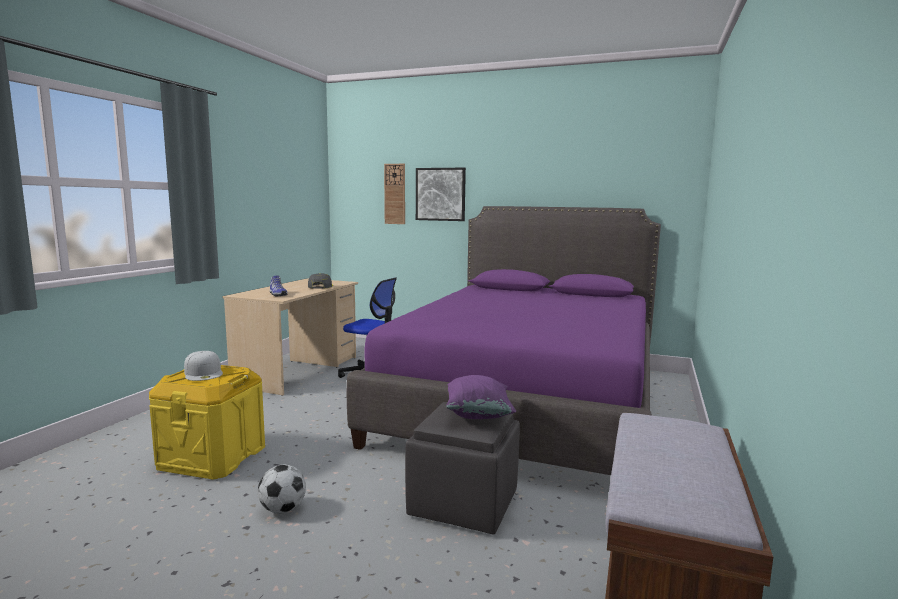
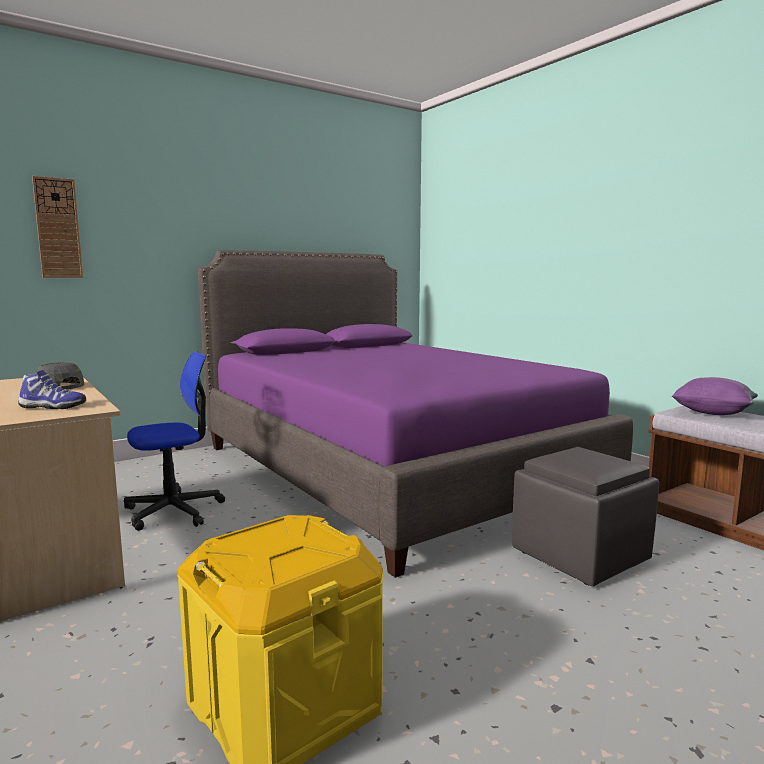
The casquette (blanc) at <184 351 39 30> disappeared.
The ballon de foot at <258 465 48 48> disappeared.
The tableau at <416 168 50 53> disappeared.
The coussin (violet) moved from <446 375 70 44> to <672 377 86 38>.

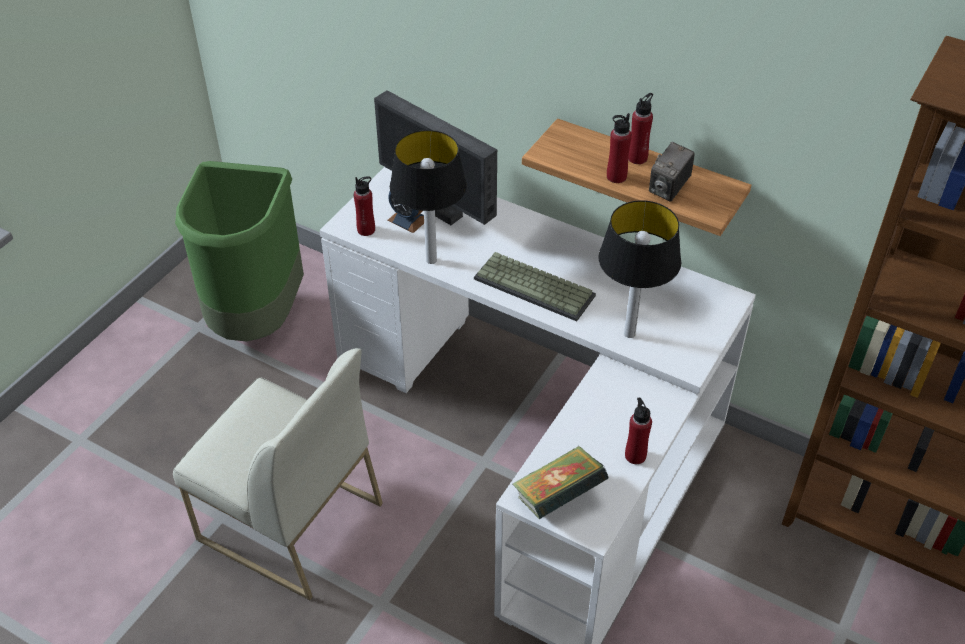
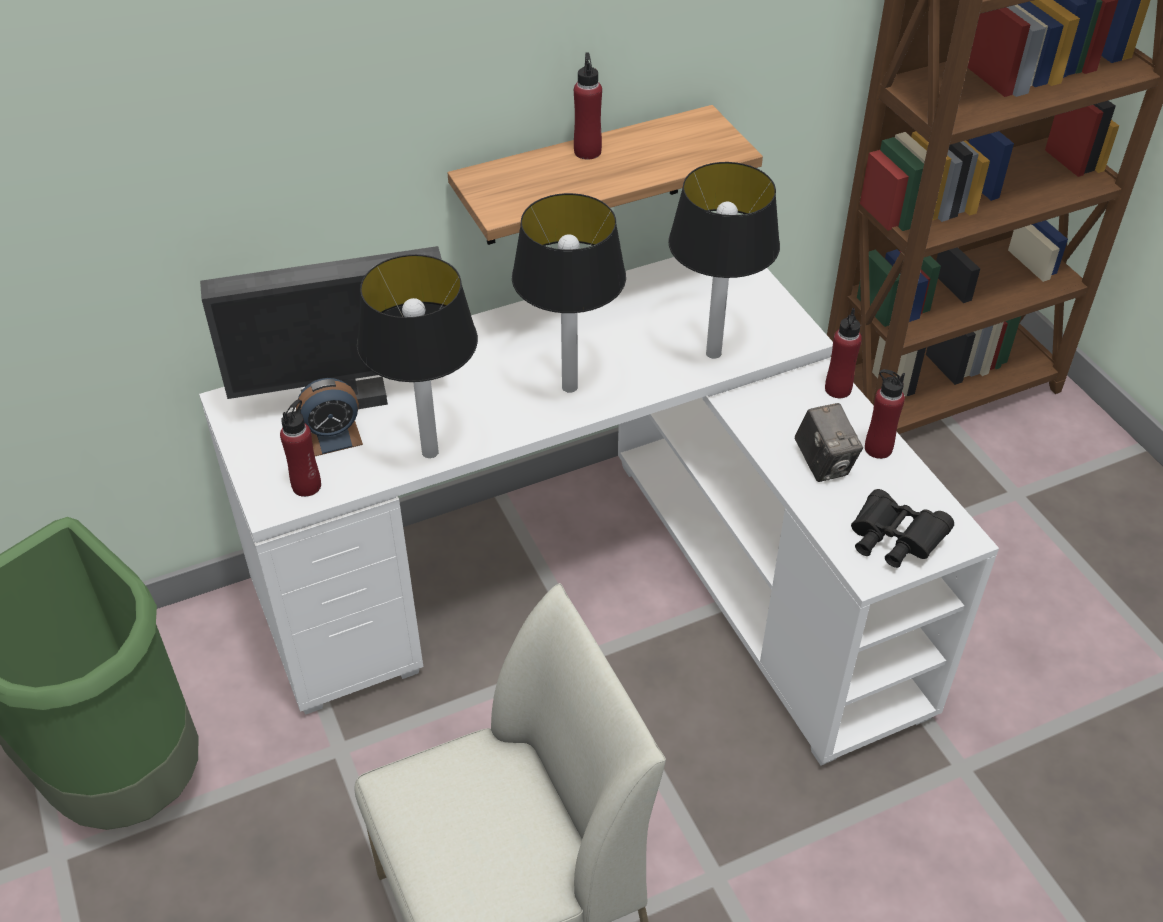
The clavier at <474 252 122 69> was replaced by the lampe de table at <512 193 114 200>.
The livre at <513 446 96 73> was replaced by the jumelles (noir) at <851 489 103 79>.
The bouteille (rouge) moved from <607 113 25 70> to <825 308 37 90>.
The appareil photo moved from <649 142 46 60> to <794 403 69 79>.

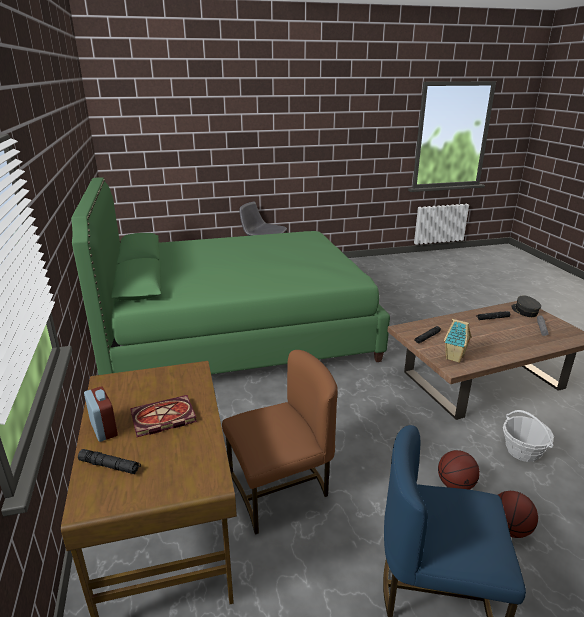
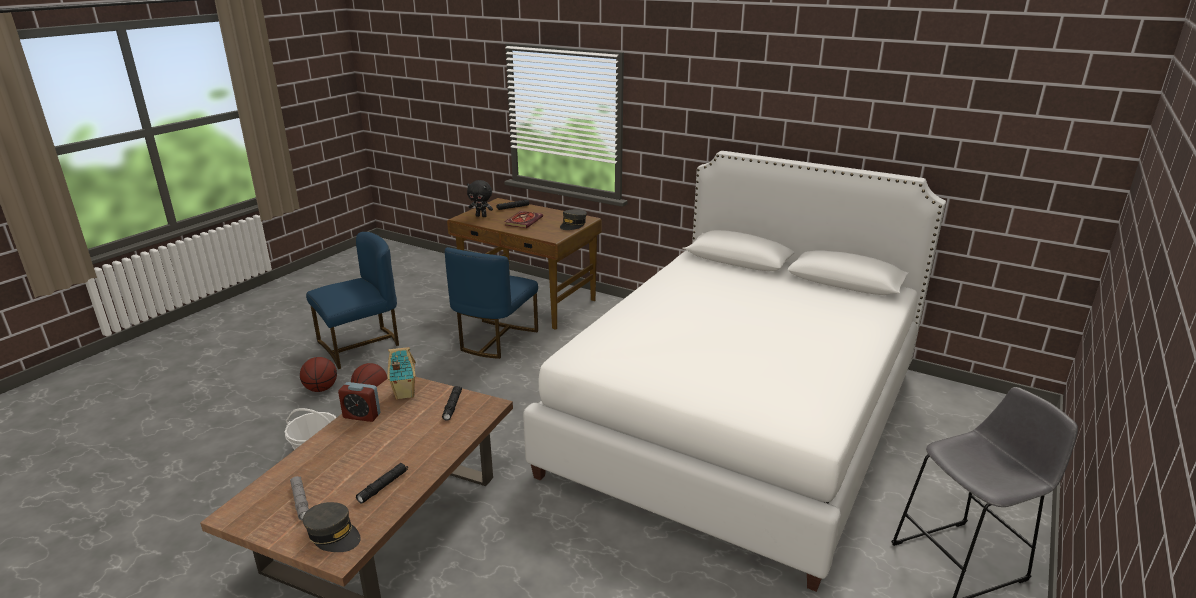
The lit (vert) at <71 177 319 198> became the lit (blanc) at <523 151 423 441>.
The réveil moved from <84 386 34 56> to <338 382 42 40>.
The chaise (marron) at <222 350 115 185> became the chaise (bleu) at <445 247 93 112>.
The peluche (noir) at <467 180 26 37> appeared.
The casquette (gris) at <560 209 27 21> appeared.

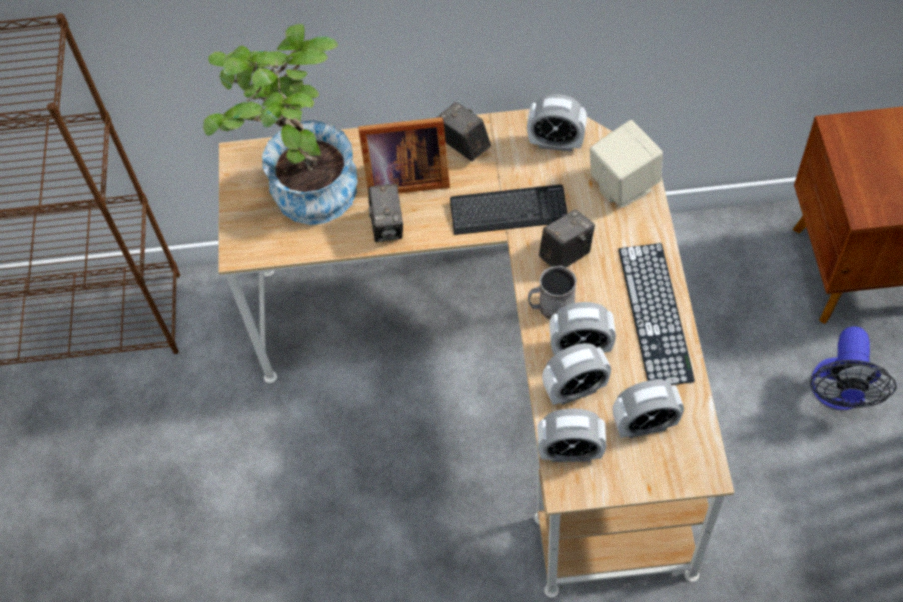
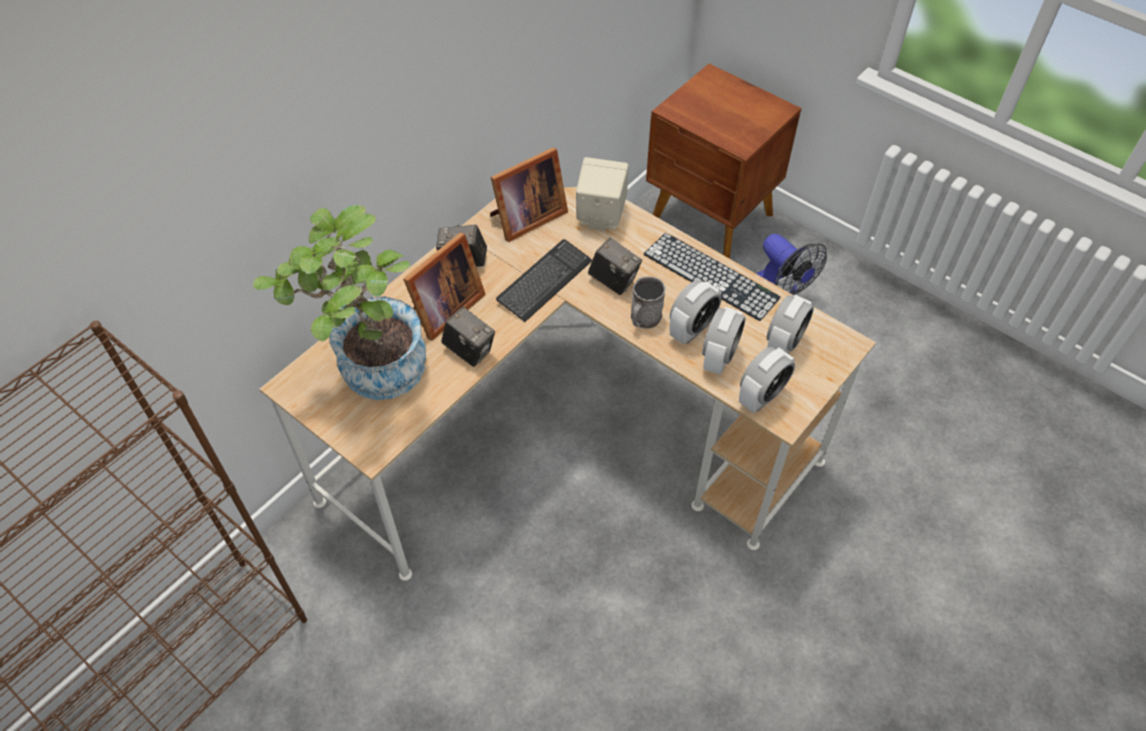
The réveil at <527 94 60 58> was replaced by the cadre photo at <490 147 78 95>.
The appareil photo at <539 209 56 58> turned 120 degrees clockwise.

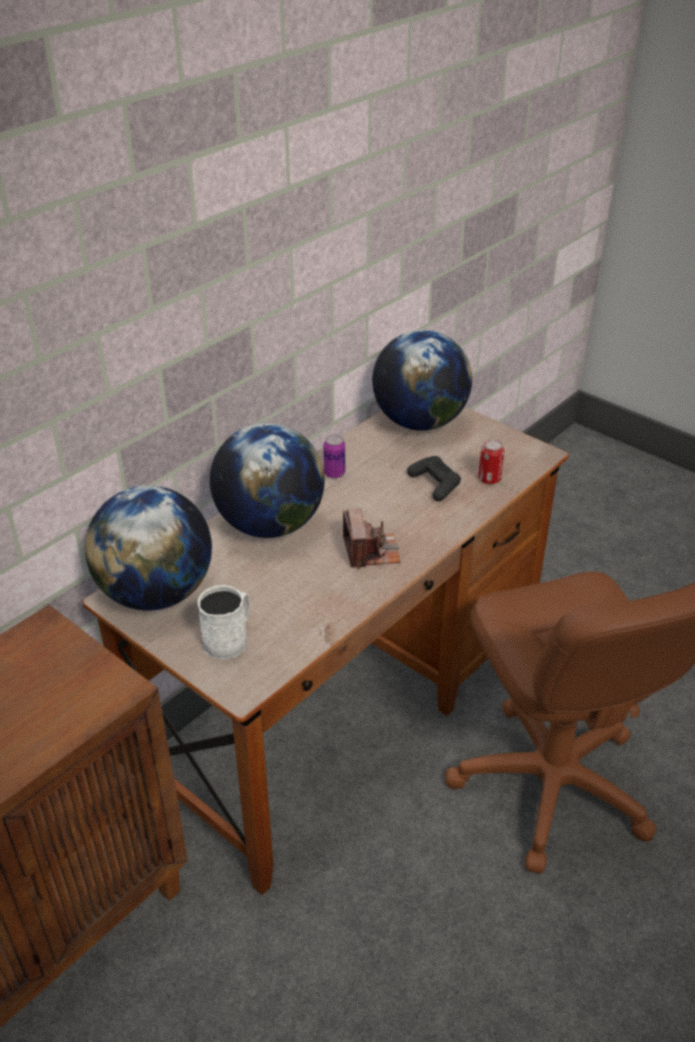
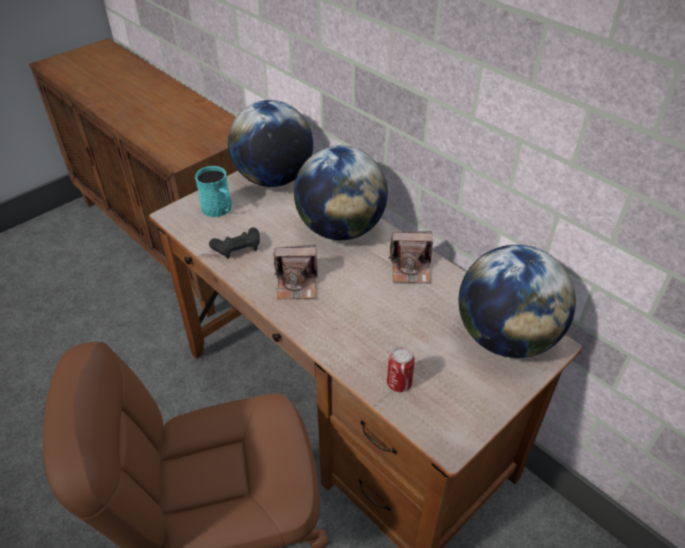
The mug (blanc) at <197 585 53 74> became the mug (turquoise) at <195 166 37 51>.
The boîte métallique at <323 435 22 43> was replaced by the appareil photo at <389 231 44 52>.
The manette (noir) moved from <407 456 54 45> to <209 228 51 31>.

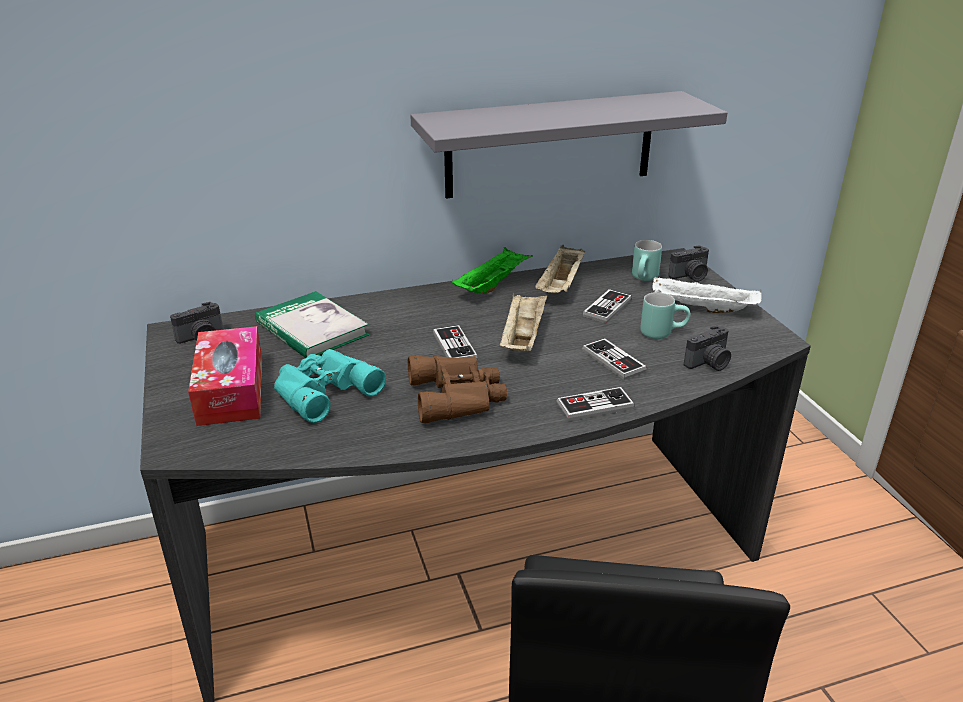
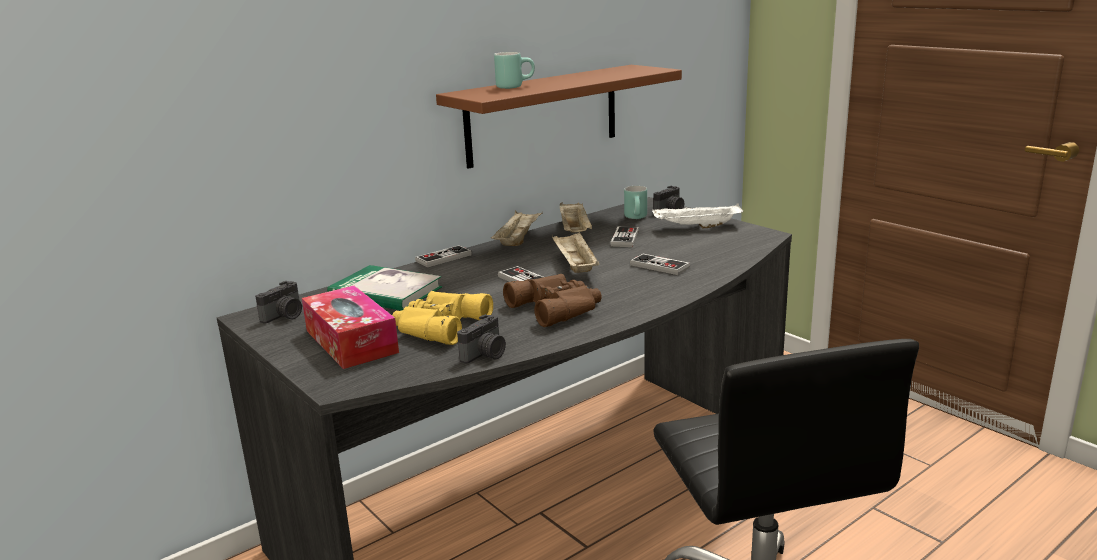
The jumelles (turquoise) at <274 349 112 74> became the jumelles (jaune) at <392 291 101 54>.
The étagère (gris) at <410 91 317 108> became the étagère (marron) at <436 65 246 104>.
The plateau (vert) at <452 247 81 47> became the plateau (beige) at <491 210 52 36>.
The manette moved from <556 387 78 34> to <415 245 57 22>.
The mug (turquoise) moved from <640 292 50 47> to <494 52 41 37>.
The appareil photo moved from <684 325 47 46> to <457 314 49 50>.

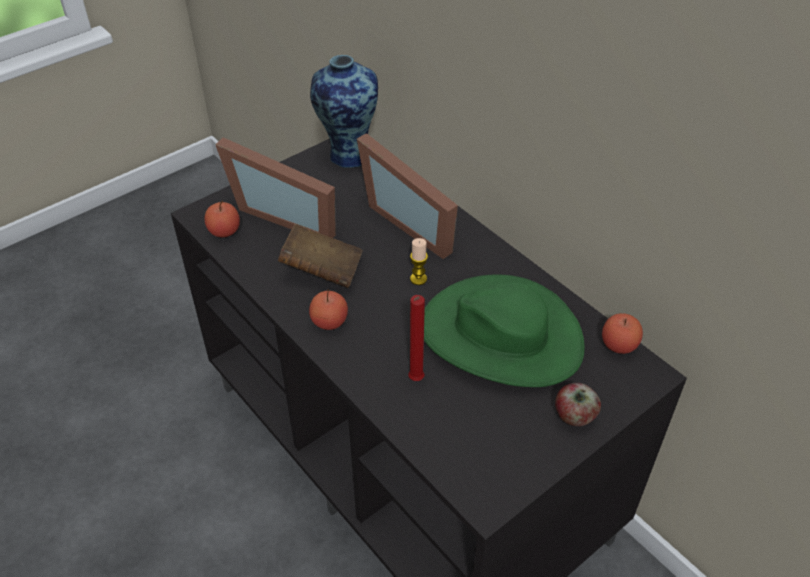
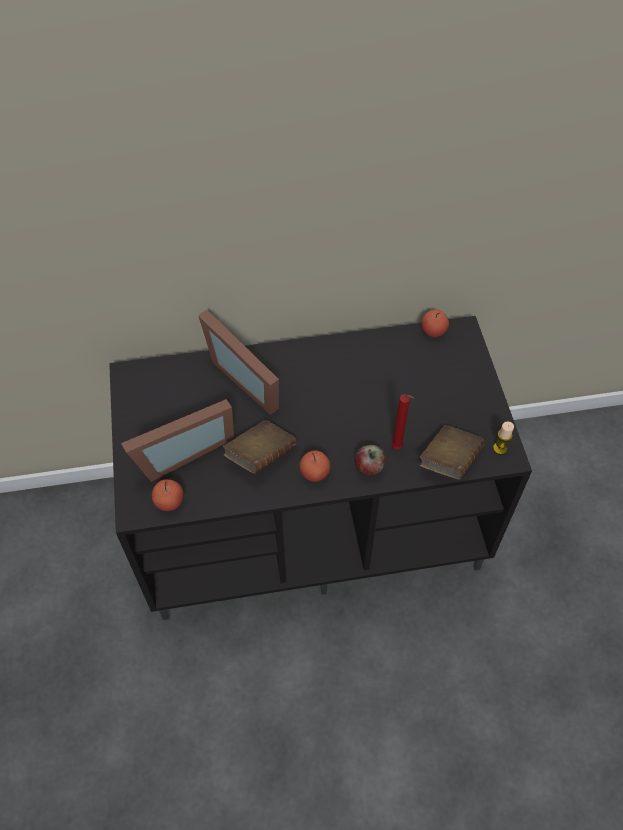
The vase at <310 55 68 113> disappeared.
The cadre photo at <357 133 101 126> turned 60 degrees clockwise.
The bougie moved from <410 238 18 47> to <493 422 21 33>.
The chapeau (vert) at <424 274 161 113> disappeared.
The pomme moved from <555 383 46 43> to <355 445 31 31>.
The livre (marron) at <420 425 65 54> appeared.

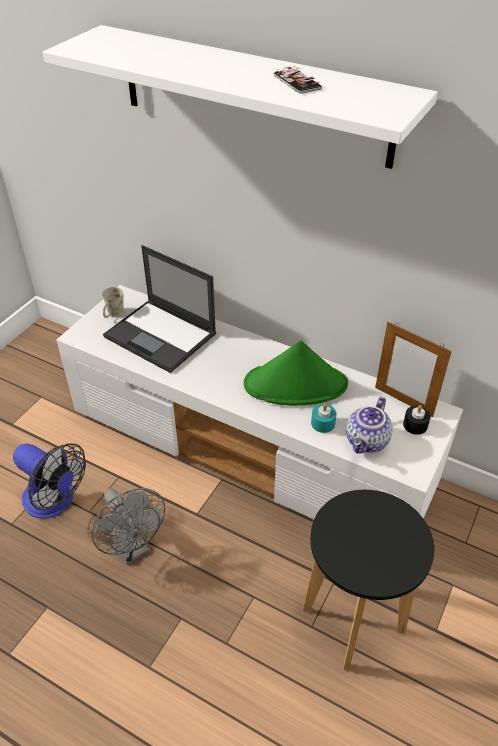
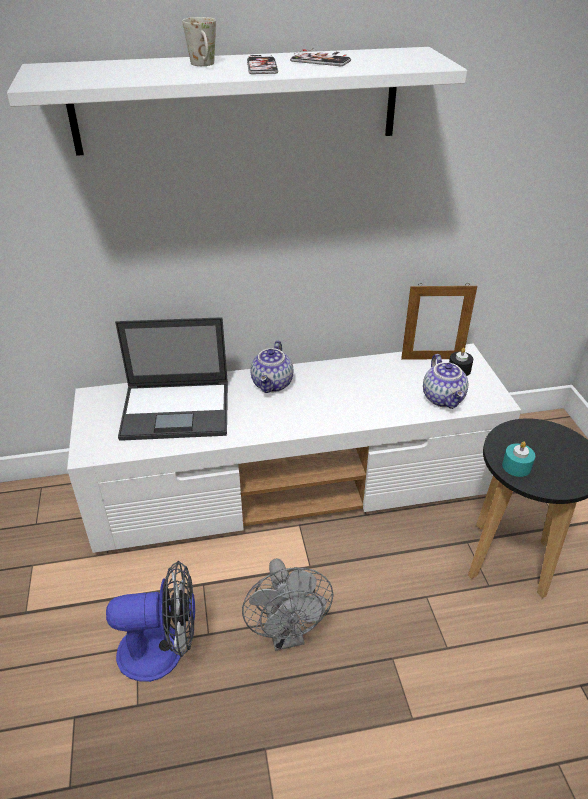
The ventilateur (gris) at <91 488 74 76> turned 60 degrees clockwise.
The mug (blanc) moved from <102 287 21 31> to <182 17 34 49>.
The chapeau (vert) at <244 340 104 66> disappeared.
The bougie (turquoise) moved from <311 403 26 30> to <502 441 33 36>.
The téléphone at <247 55 31 19> appeared.
The théière at <250 340 43 53> appeared.

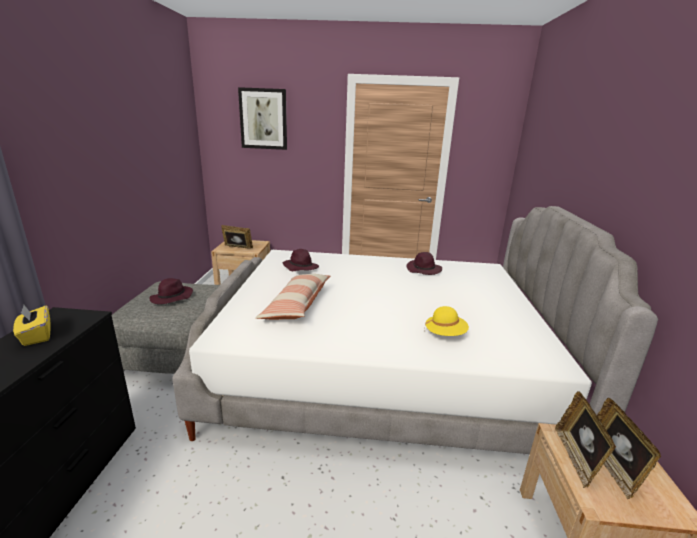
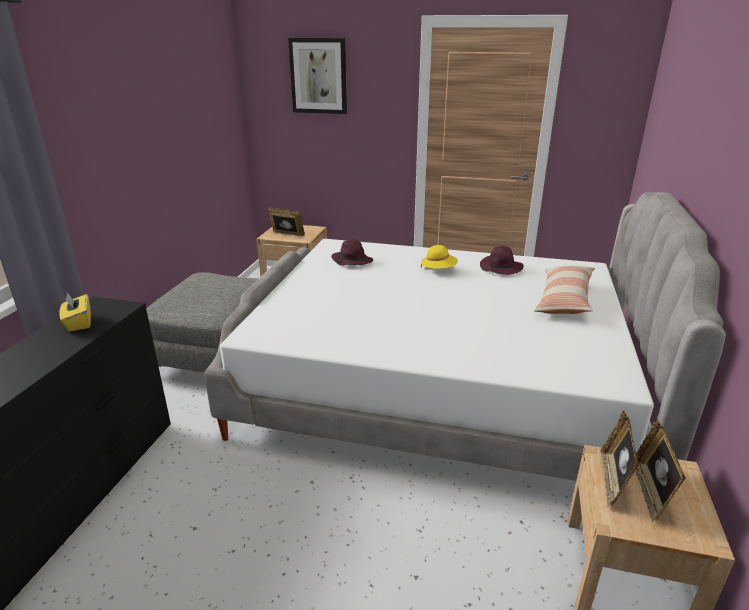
The chapeau (violet) at <150 278 43 26> disappeared.
The coussin moved from <256 274 74 46> to <534 265 61 49>.
The chapeau (jaune) moved from <424 306 45 30> to <421 245 37 24>.

